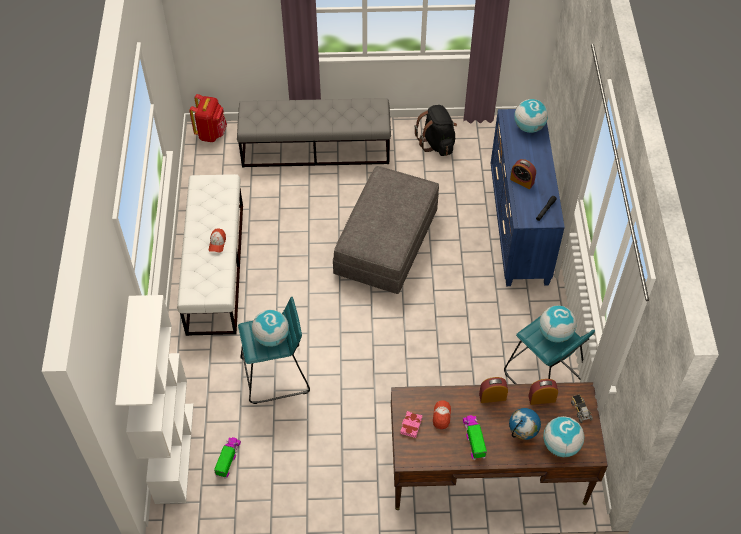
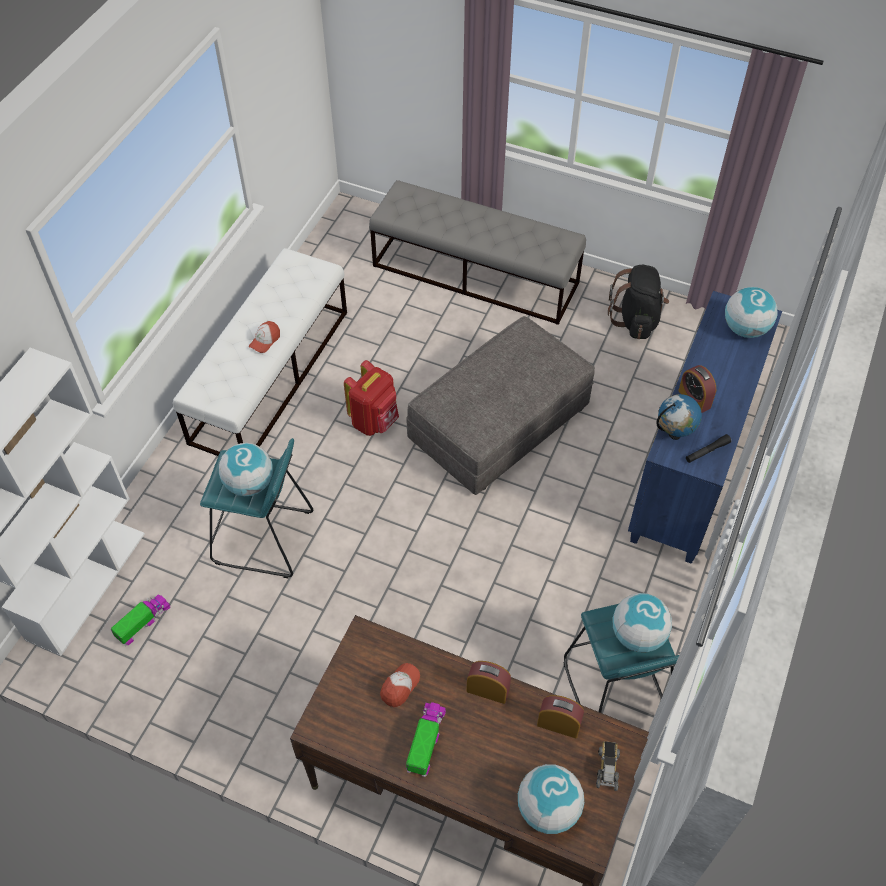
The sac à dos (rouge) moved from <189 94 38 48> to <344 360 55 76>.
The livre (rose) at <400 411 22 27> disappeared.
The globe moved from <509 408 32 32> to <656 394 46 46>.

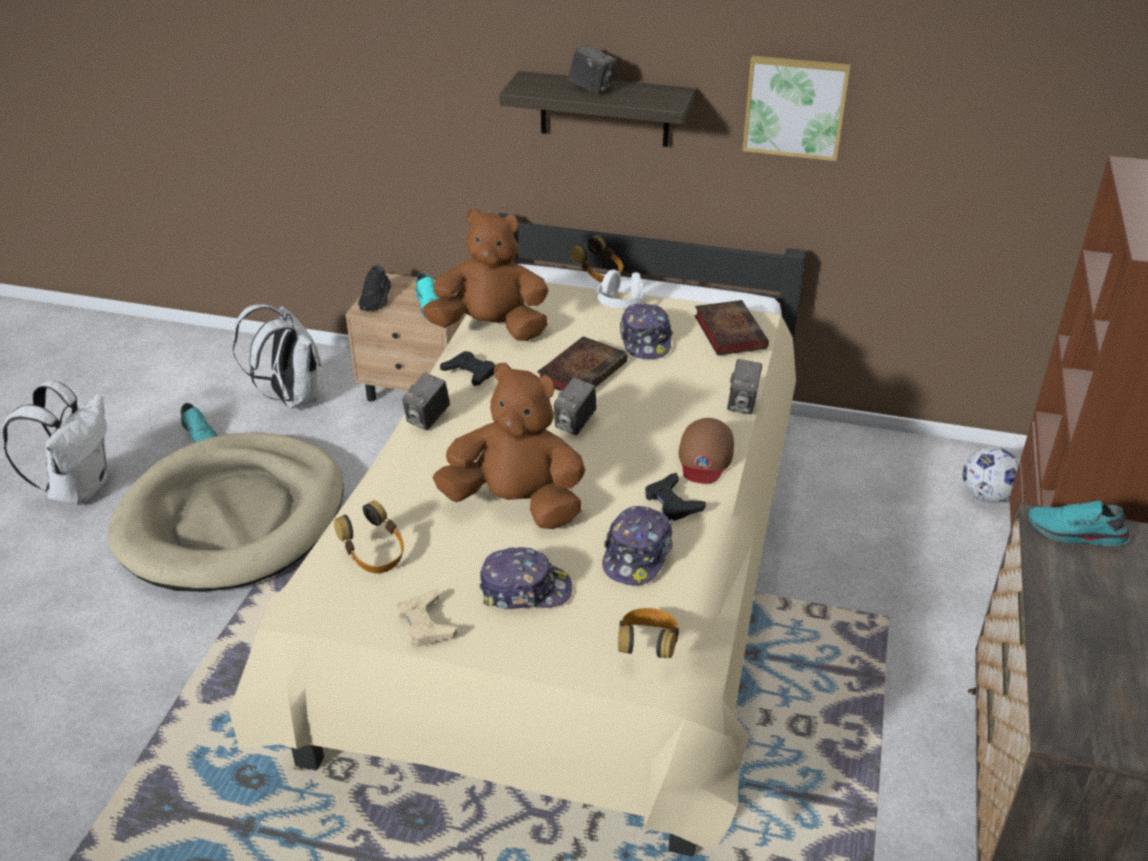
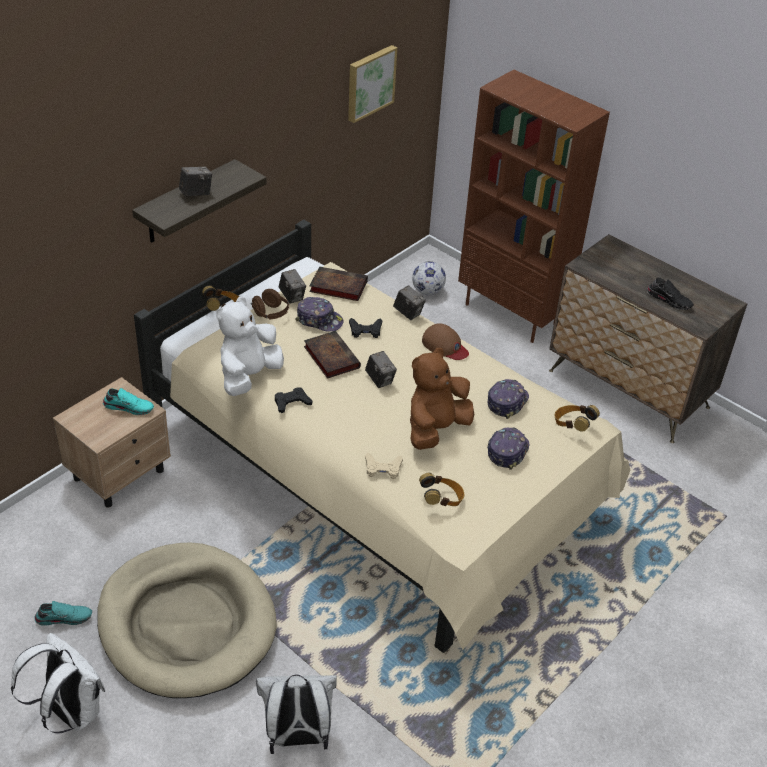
The sac à dos (blanc) moved from <233 304 88 105> to <256 674 81 80>.
The chaussure (noir) moved from <358 264 33 47> to <647 277 47 33>.
The manette (beige) moved from <396 588 62 58> to <365 453 38 26>.
The appareil photo moved from <402 373 48 57> to <279 269 27 35>.
The peluche (marron) at <422 208 127 133> became the peluche (blanc) at <216 297 68 99>.
The casque audio (blanc) at <597 269 47 39> became the casque audio (marron) at <251 289 38 30>.
The casquette at <602 506 71 79> turned 105 degrees counterclockwise.
The manette (noir) moved from <645 473 61 48> to <349 318 33 20>.
The tableau moved from <742 56 109 105> to <348 45 49 78>.
The chaussure (turquoise) at <1028 500 101 47> disappeared.

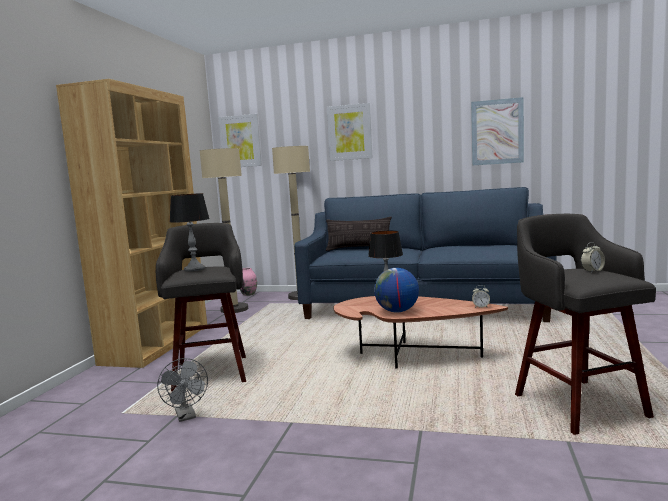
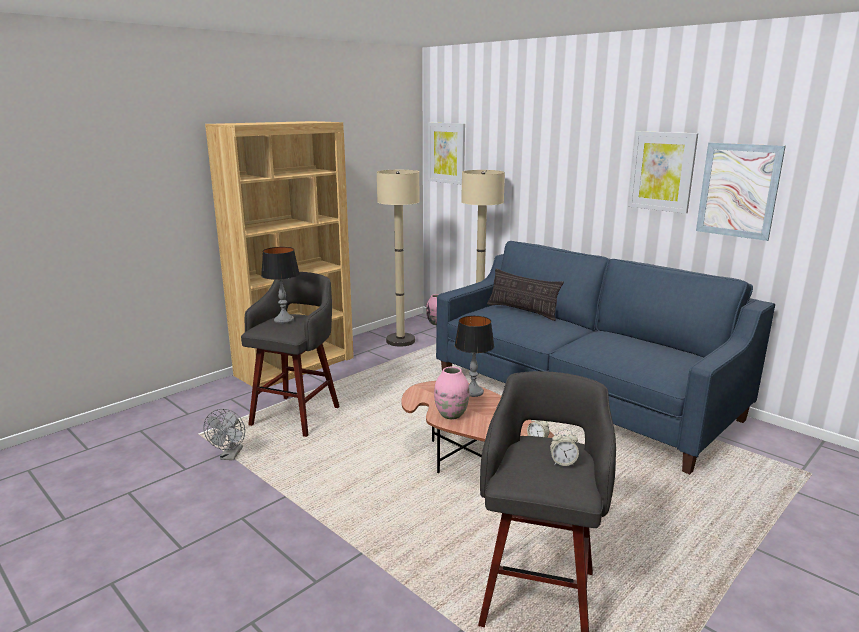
The tableau moved from <327 103 46 58> to <628 131 70 83>.
The globe at <374 268 45 45> was replaced by the vase (rose) at <434 367 35 53>.

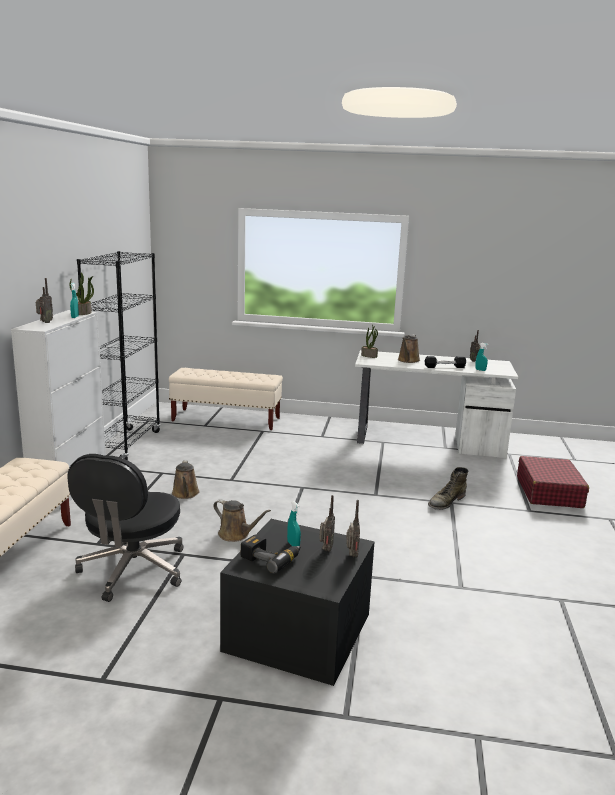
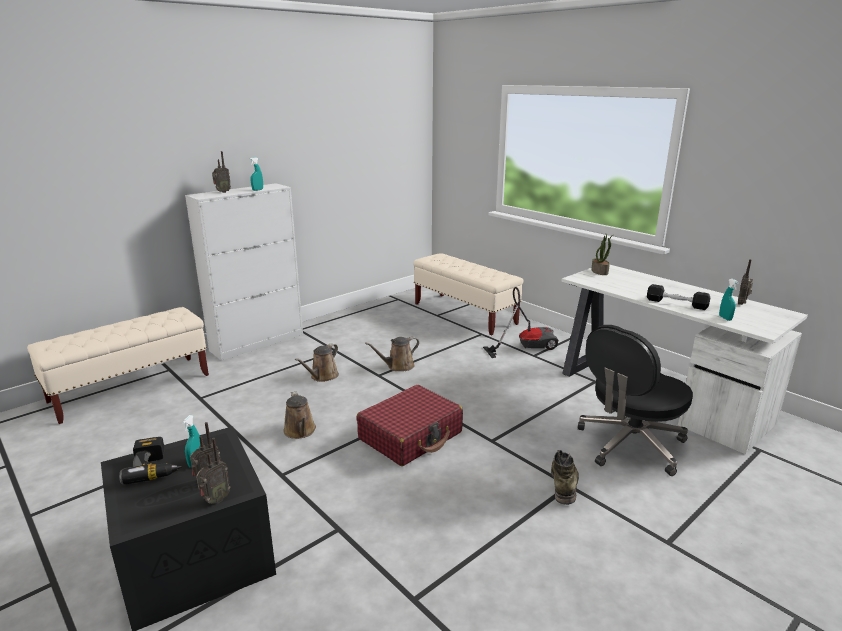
The chaise de bureau (noir) moved from <67 454 117 148> to <578 325 115 151>.
The plante en pot at <70 273 24 42> disappeared.
The bibliothèque (noir) at <77 251 84 209> disappeared.
The arrosoir (marron) moved from <398 334 22 29> to <365 337 54 34>.
The botte (vert) at <428 467 40 43> turned 105 degrees clockwise.
The valise (rouge) moved from <517 456 72 52> to <357 385 106 81>.
The aspirateur at <483 287 76 71> appeared.

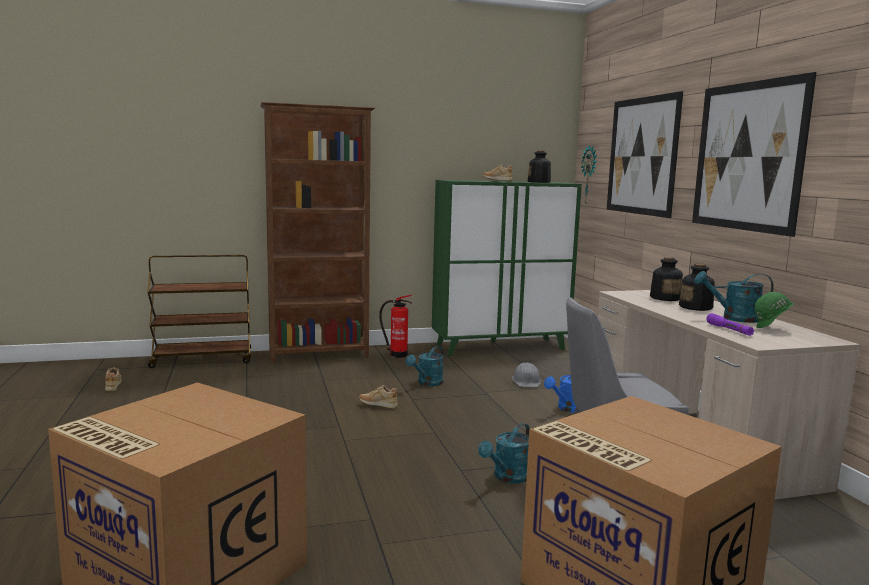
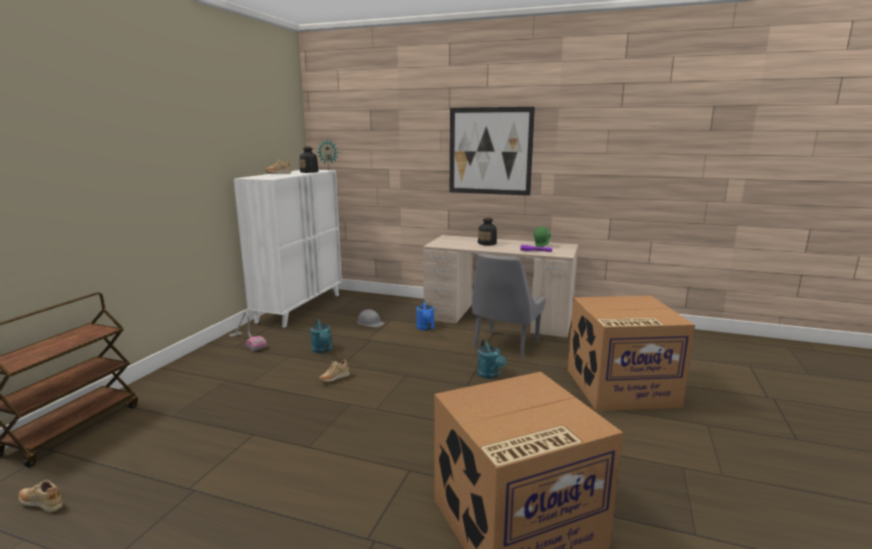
The bibliothèque (marron) at <260 102 115 261> disappeared.
The extincteur at <379 295 33 63> was replaced by the aspirateur at <229 311 38 40>.
The meuble de rangement (vert) at <432 180 150 176> became the meuble de rangement (blanc) at <234 170 108 158>.
The tableau at <607 91 76 127> disappeared.
The bouteille at <650 257 33 44> disappeared.
The arrosoir (turquoise) at <695 271 79 52> disappeared.

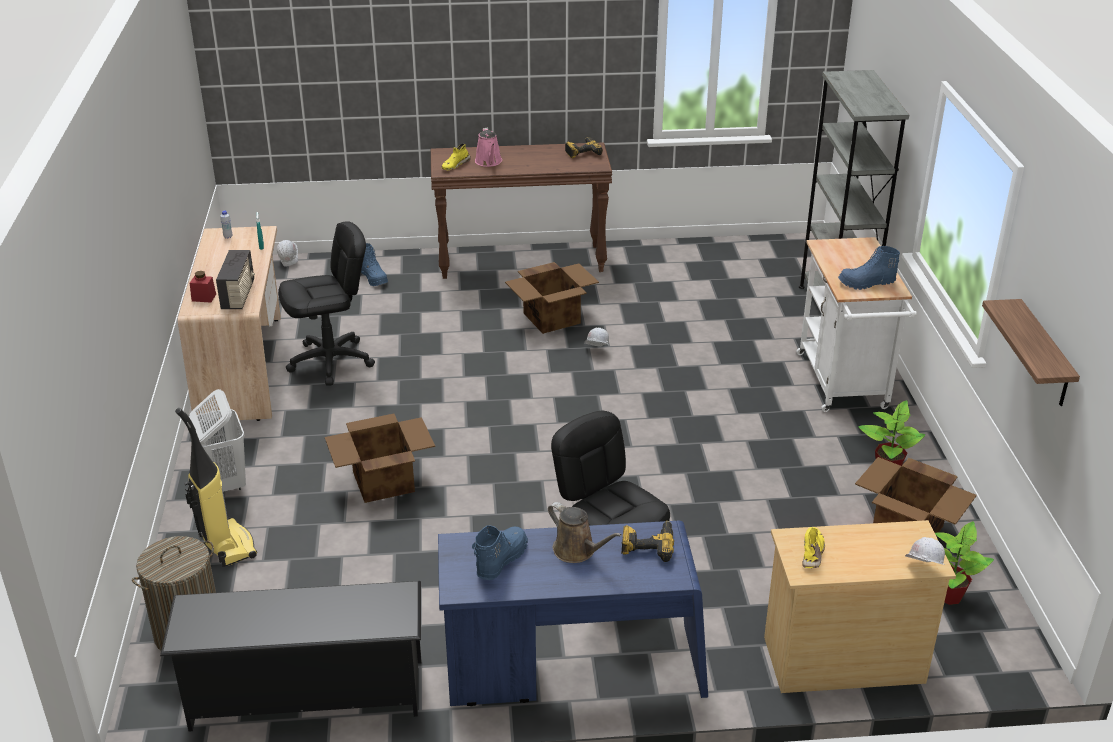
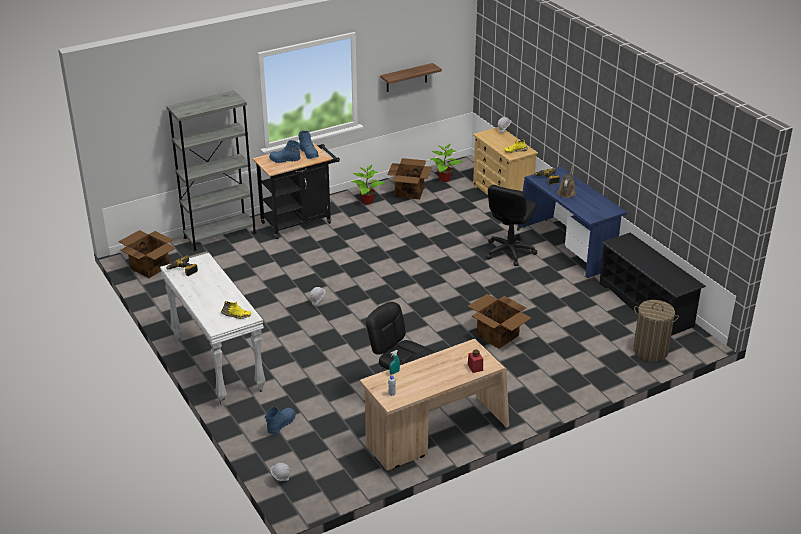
The aspirateur at <175 408 82 159> disappeared.
The panier à linge (blanc) at <189 389 57 103> disappeared.
The radio at <216 250 39 59> disappeared.
The table console (marron) at <431 142 181 137> became the table console (blanc) at <160 253 106 153>.
The botte (bleu) moved from <472 525 56 55> to <269 140 32 23>.
The arrosoir (rose) at <475 128 27 39> disappeared.
The carton moved from <505 262 94 72> to <118 230 57 48>.
The chariot (blanc) at <796 237 121 175> became the chariot (noir) at <253 143 87 96>.

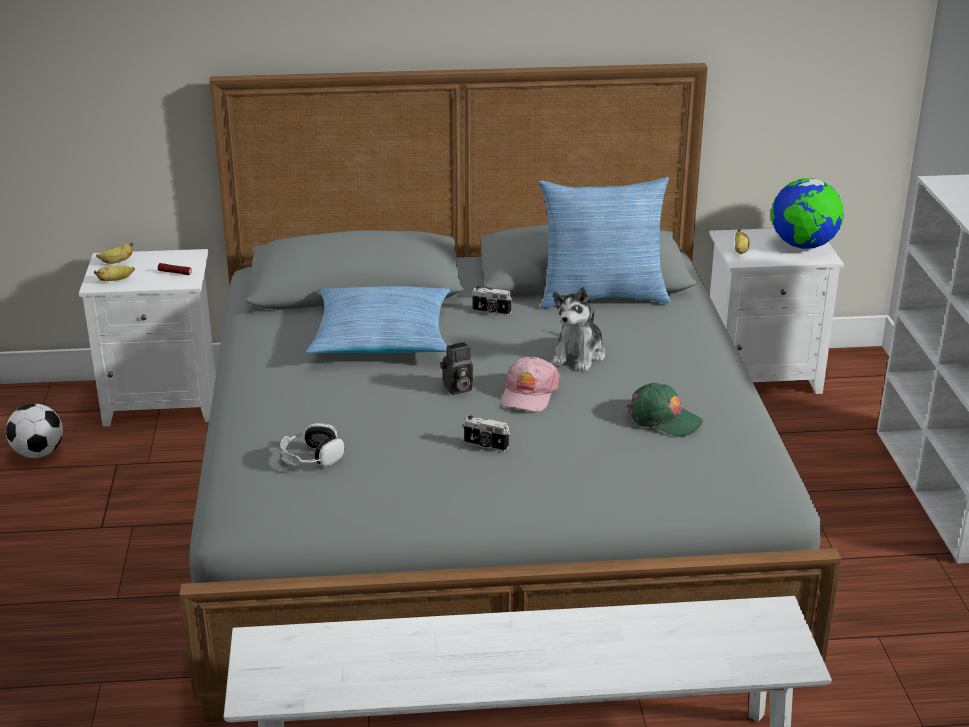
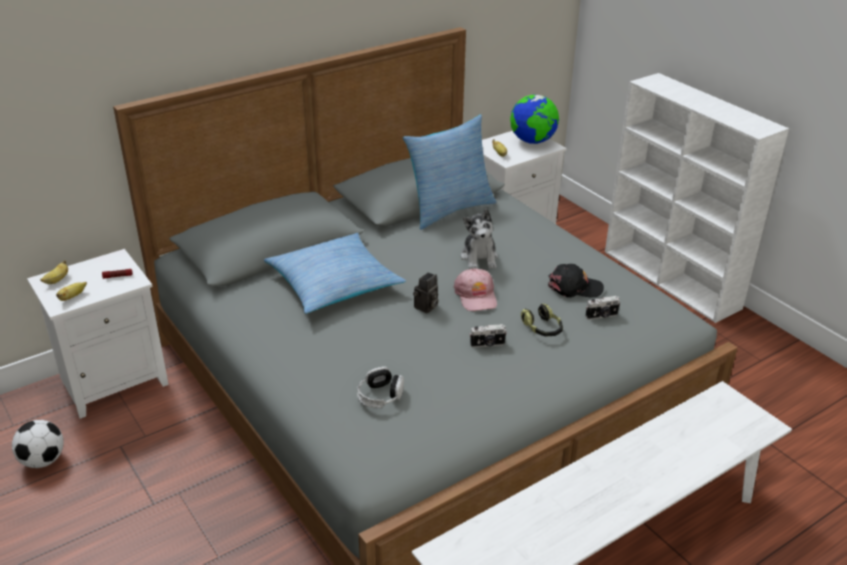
The appareil photo moved from <471 286 42 30> to <585 296 35 24>.
The casquette (vert) at <627 383 76 54> became the casquette (noir) at <548 264 56 33>.
The casque audio at <521 303 42 34> appeared.

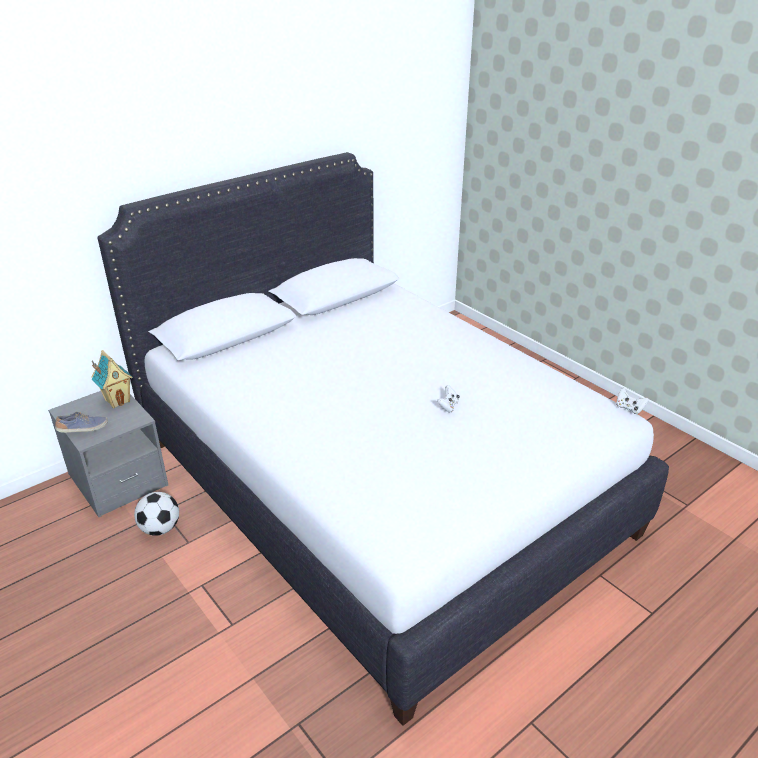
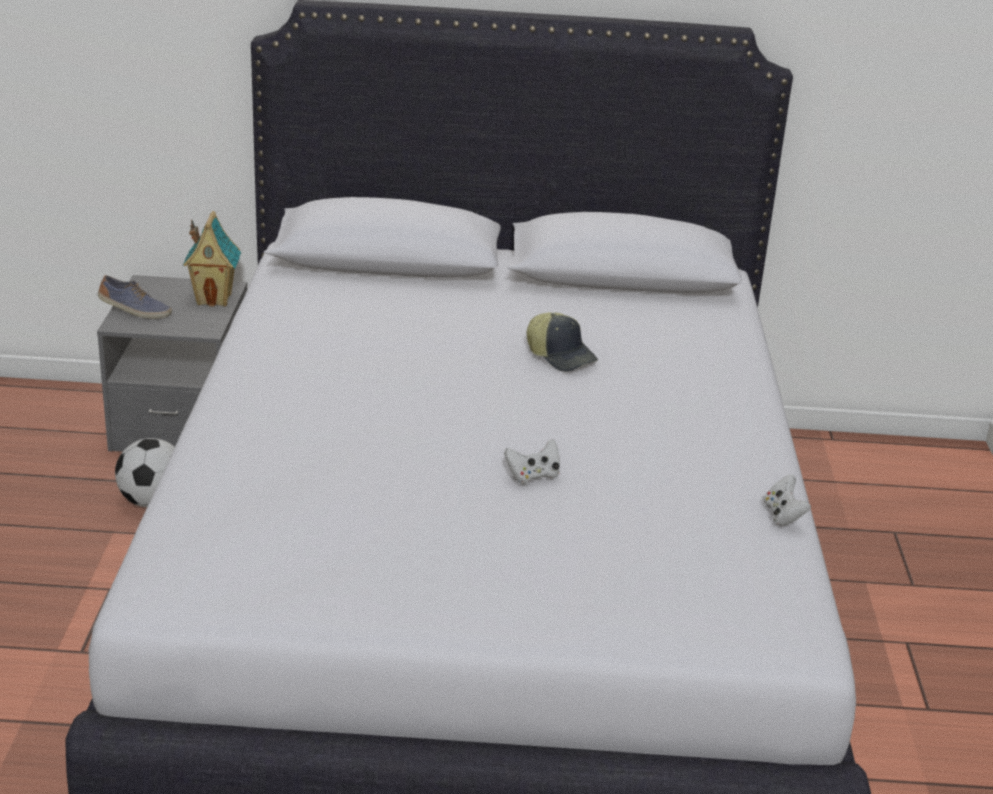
The manette (blanc) moved from <616 388 33 26> to <764 474 47 52>.
The casquette at <527 312 71 60> appeared.

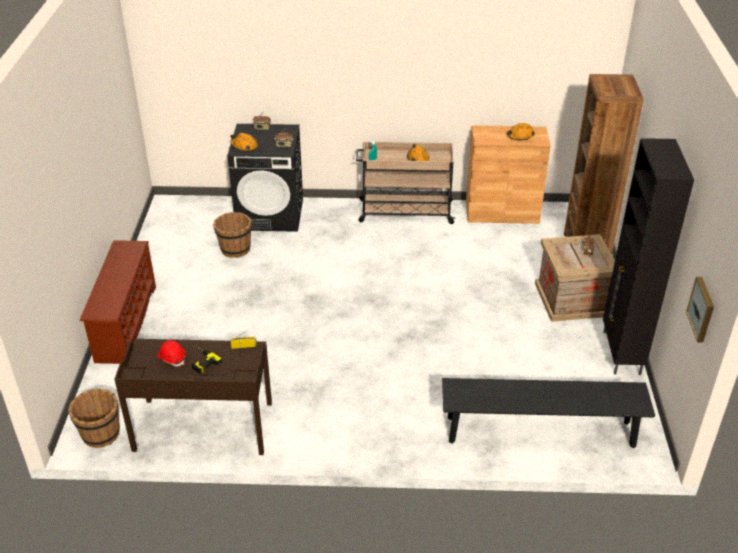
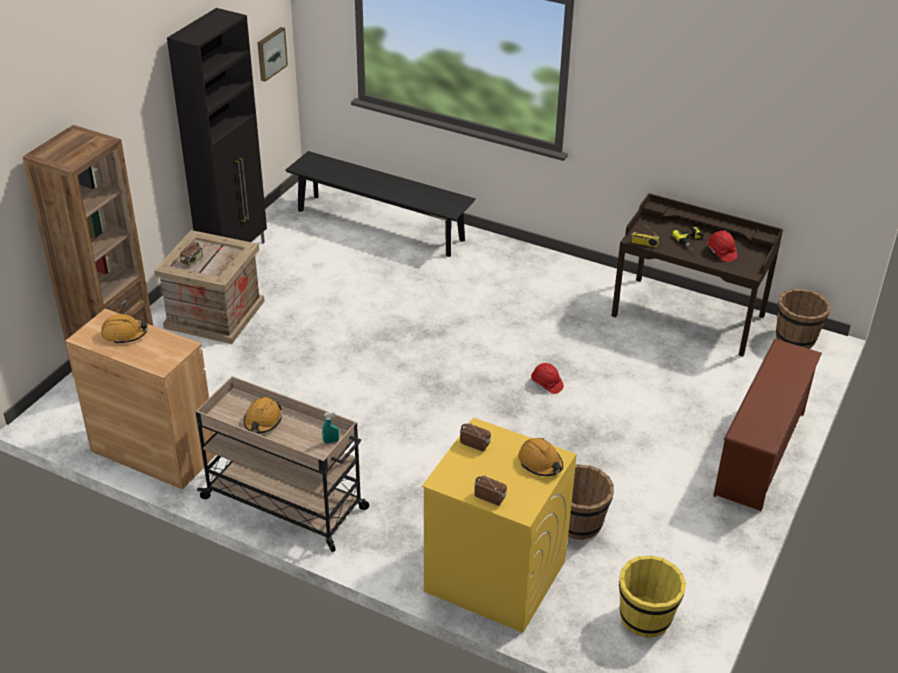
The lave-linge (noir) at <227 124 76 108> became the lave-linge (jaune) at <422 418 155 215>.
The casque de chantier (rouge) at <531 363 33 31> appeared.
The seau (jaune) at <619 555 67 83> appeared.

